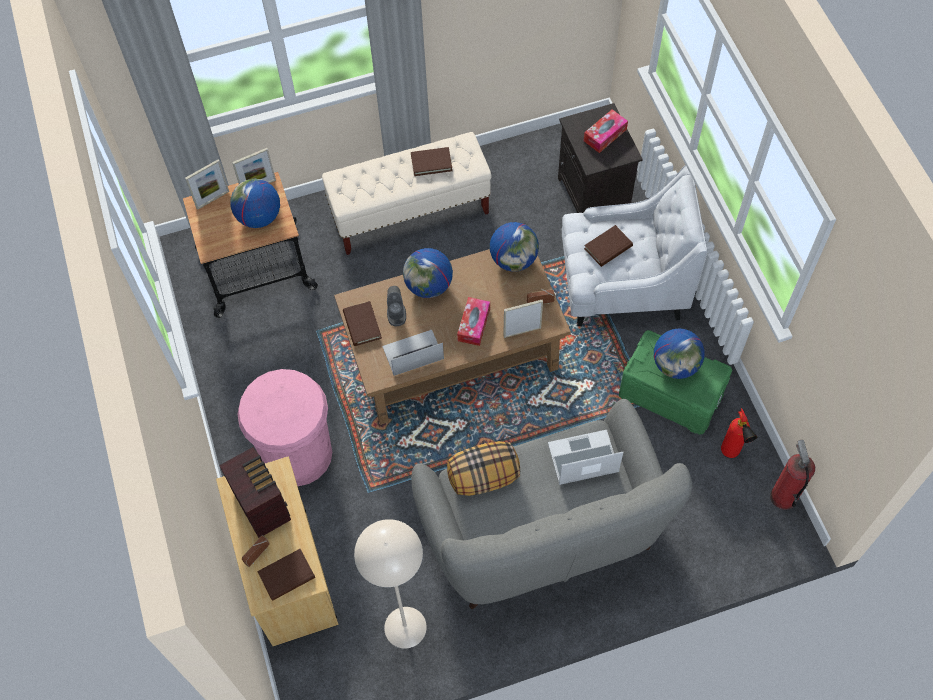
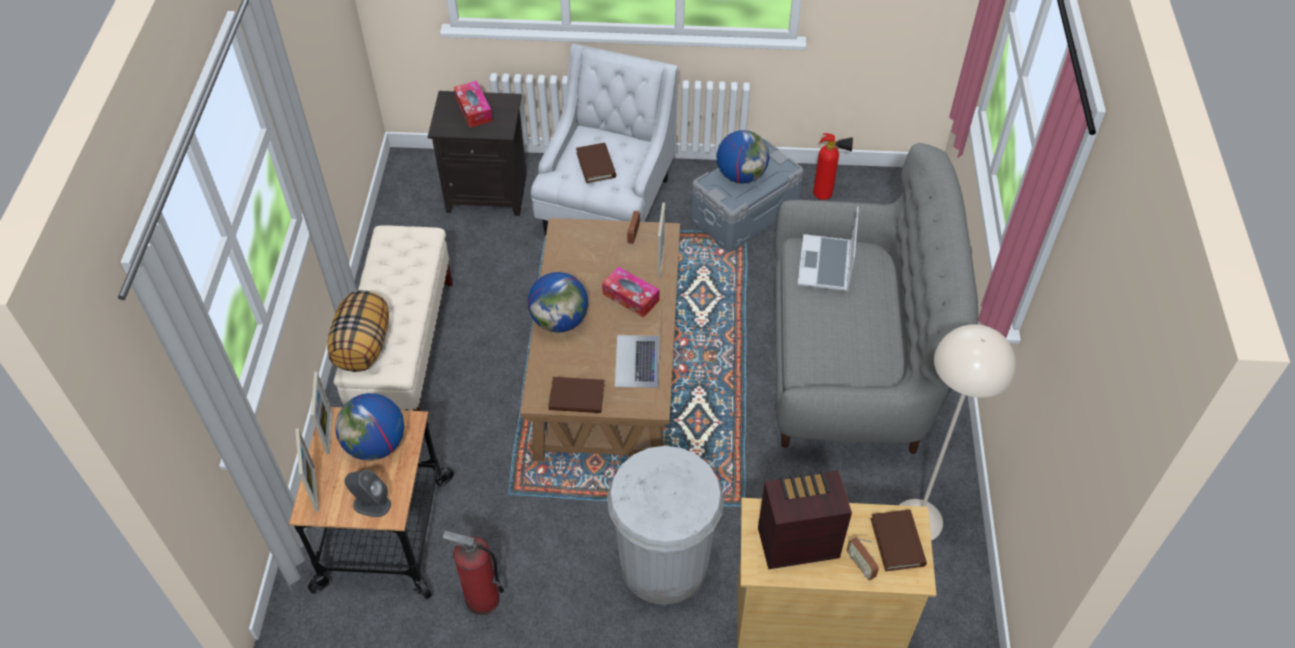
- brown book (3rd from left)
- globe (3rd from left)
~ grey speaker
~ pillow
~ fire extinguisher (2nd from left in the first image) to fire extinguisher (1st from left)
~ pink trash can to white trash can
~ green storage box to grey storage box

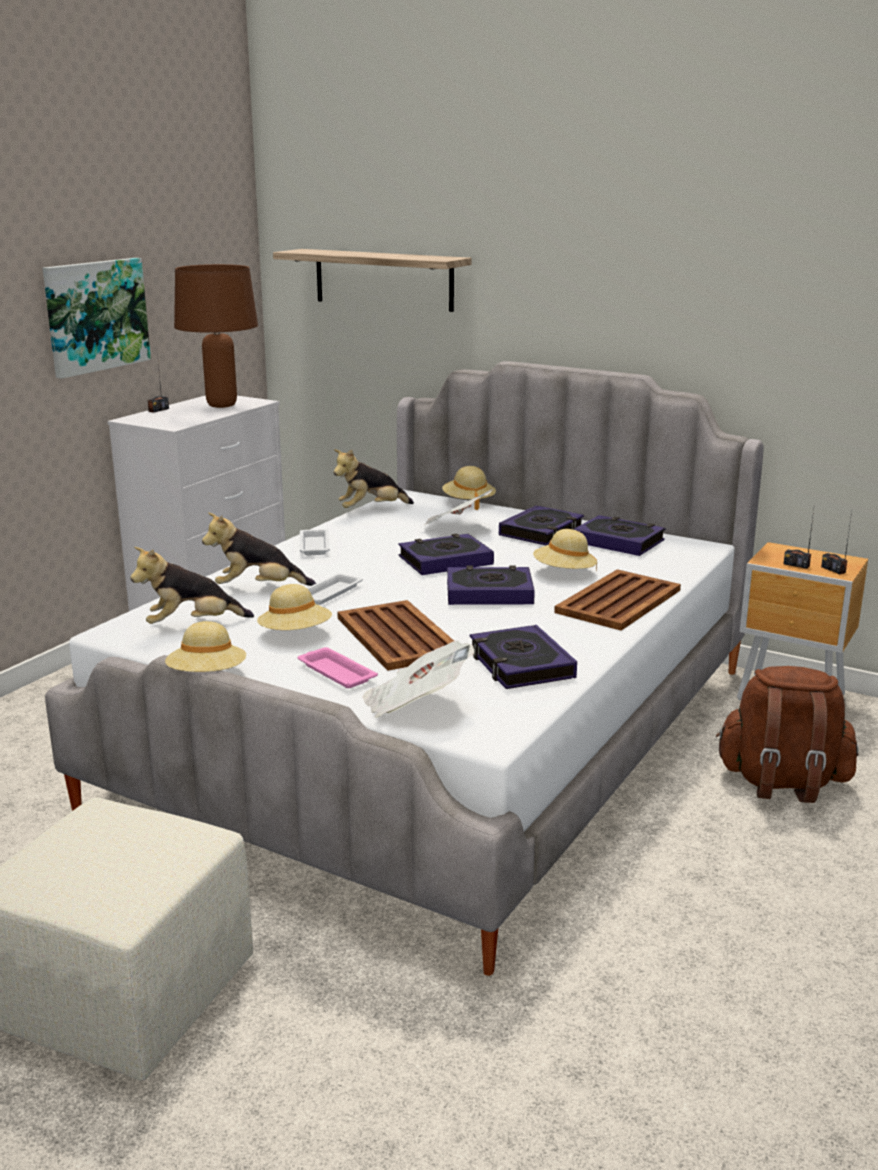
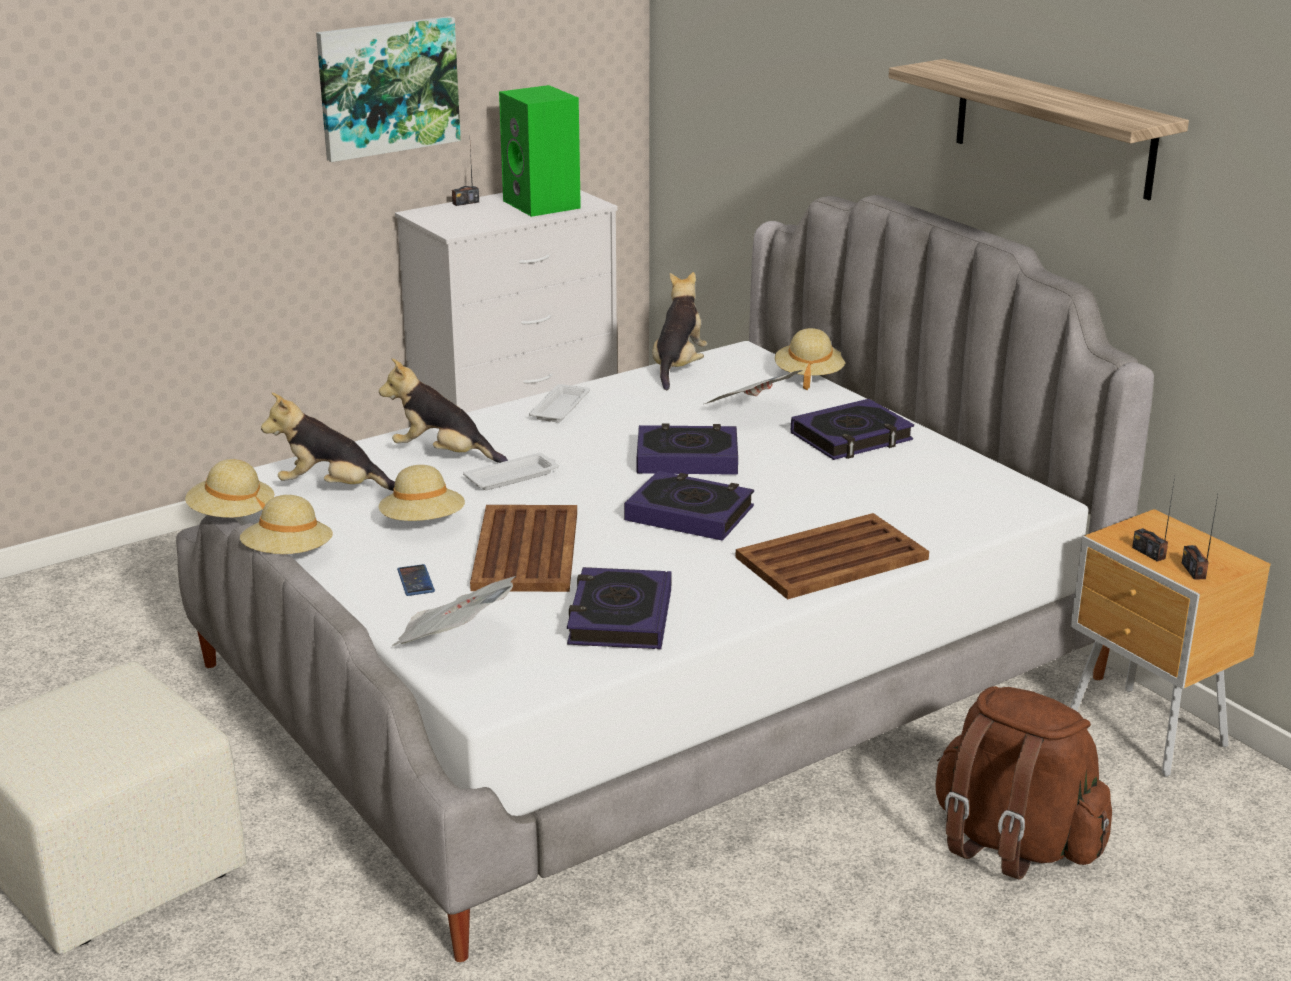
- book (5th from left)
~ shelf
~ beige hat (4th from left in the first image) to beige hat (1st from left)
~ brown table lamp to green speaker
~ pink tray to phone
~ plush toy (3rd from left) 105 degrees clockwise

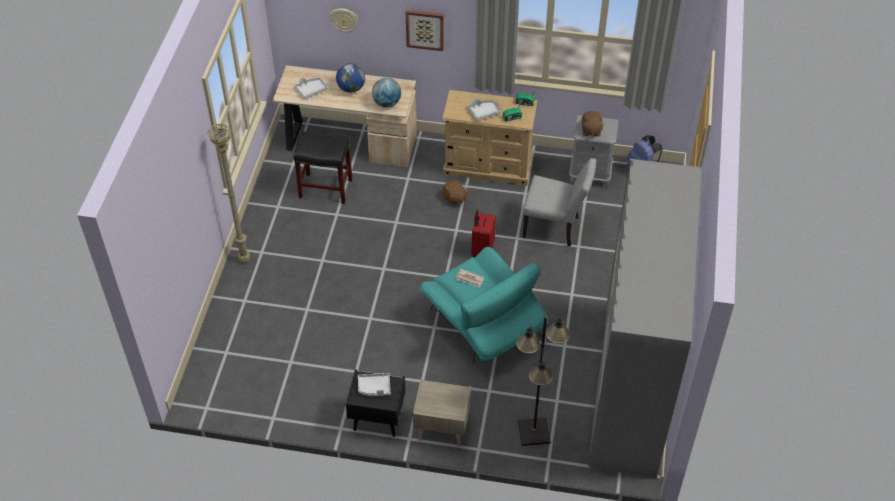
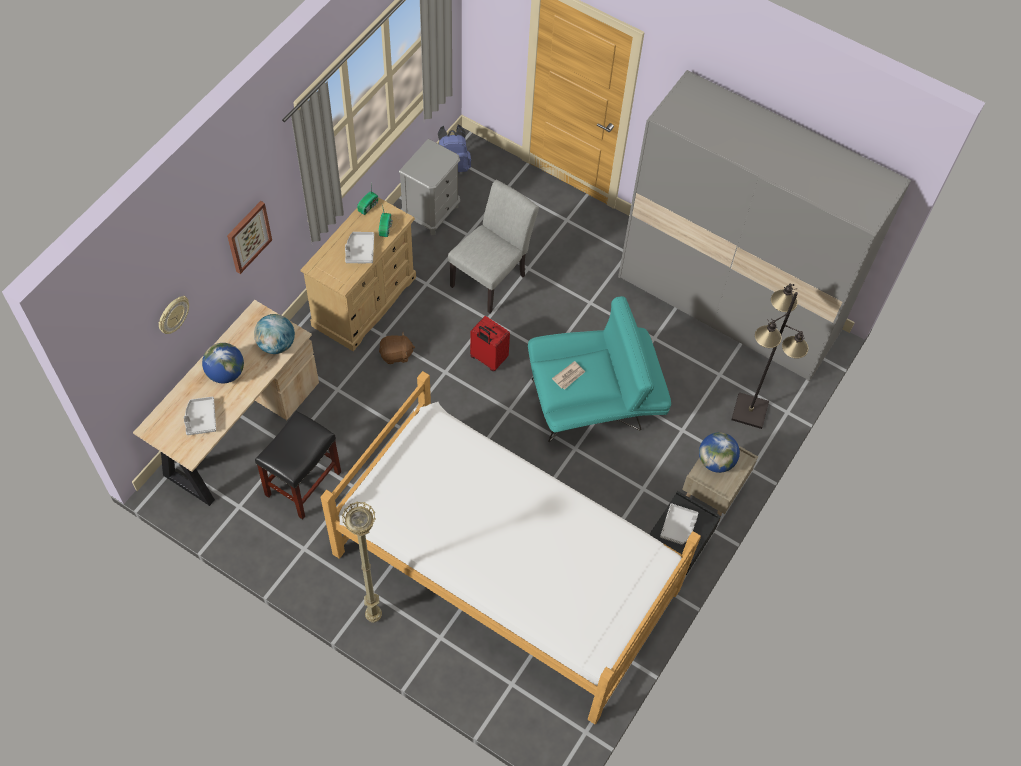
- brown plush toy (2nd from left)
+ bed
+ globe (3rd from left)

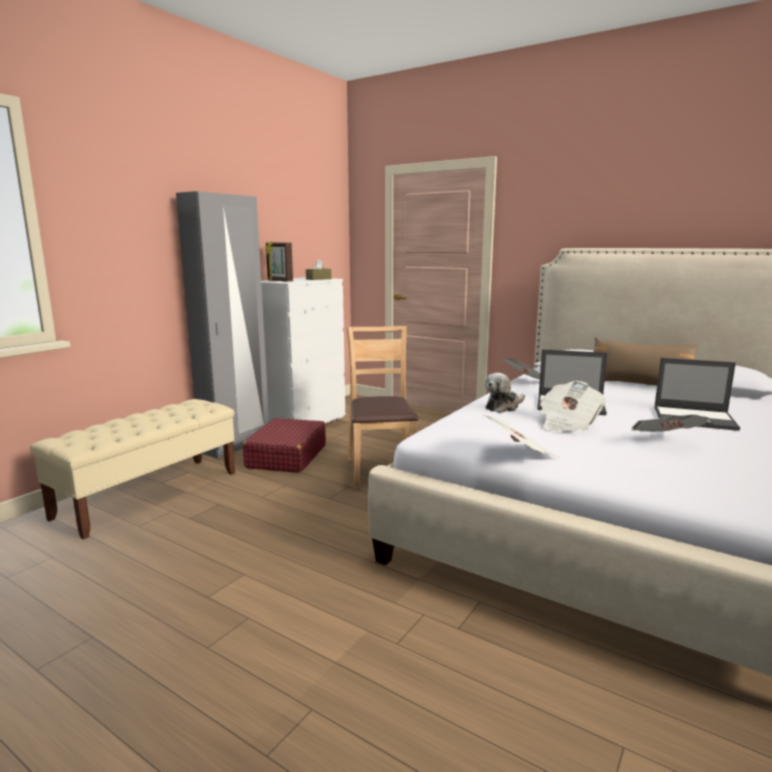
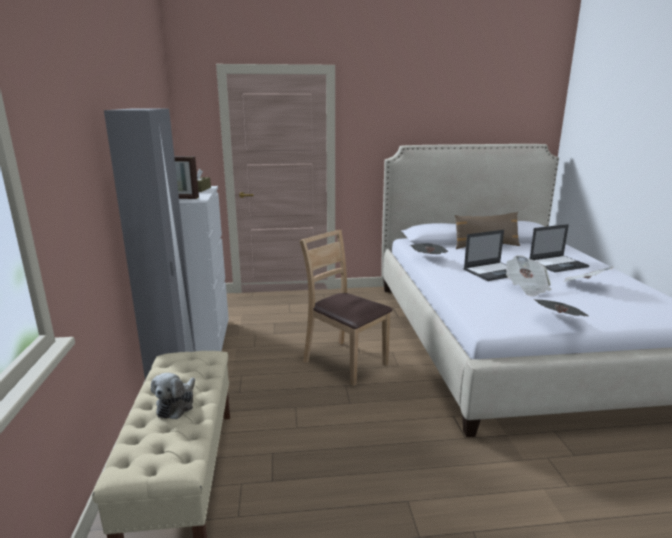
- red suitcase
~ plush toy

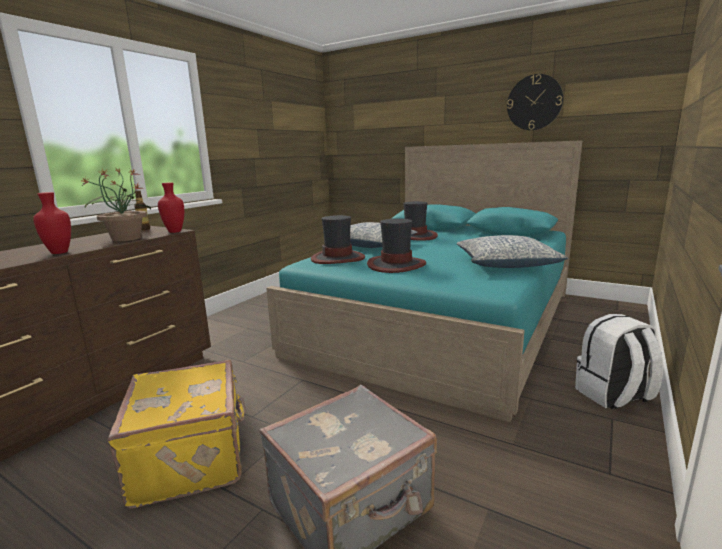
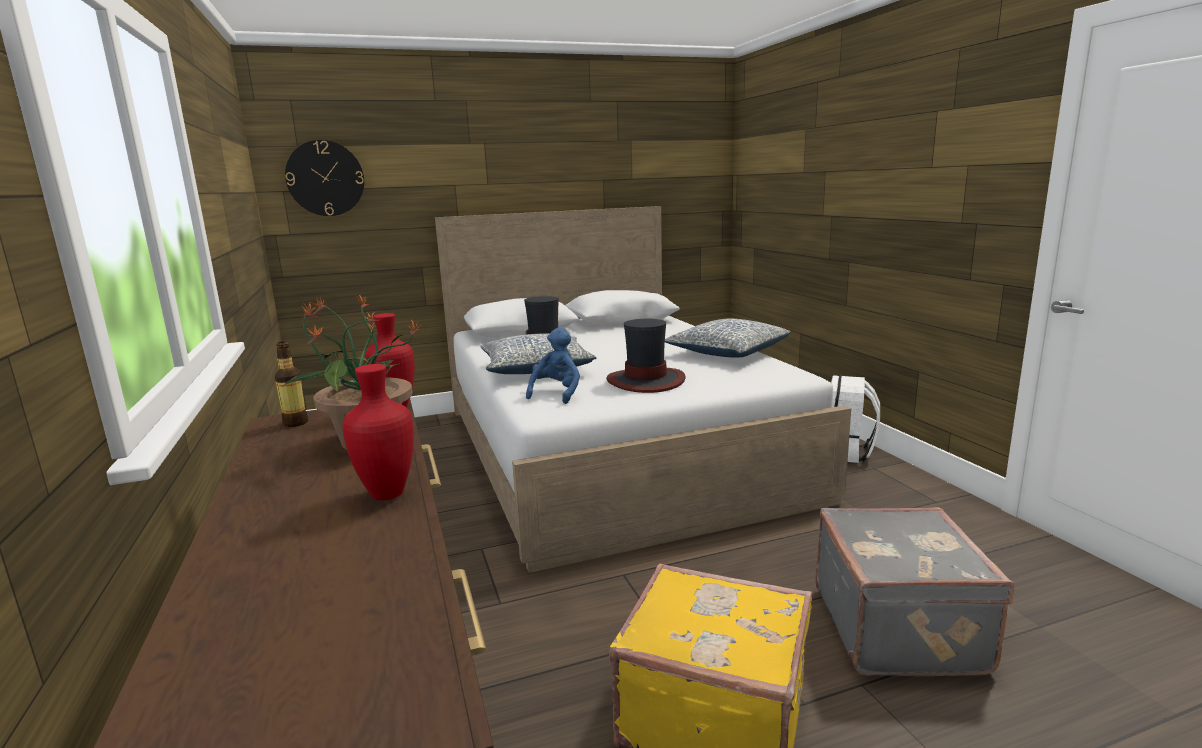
~ wall clock
~ hat (1st from left) to blue plush toy
~ turquoise bed to white bed

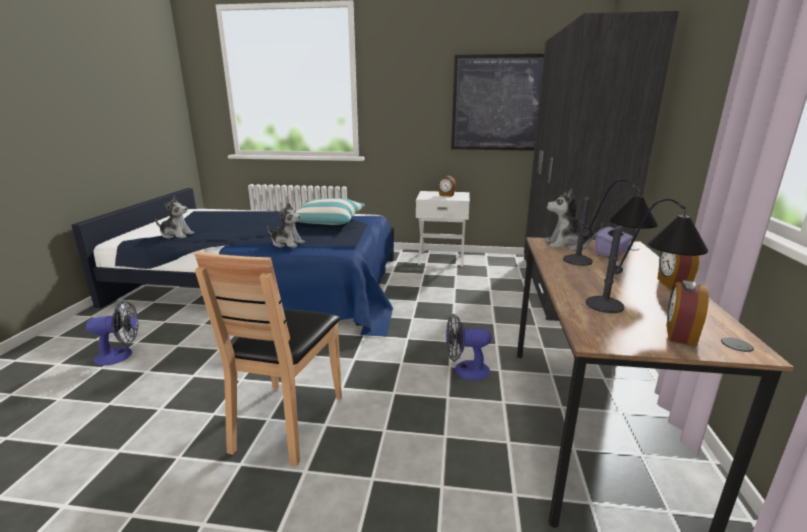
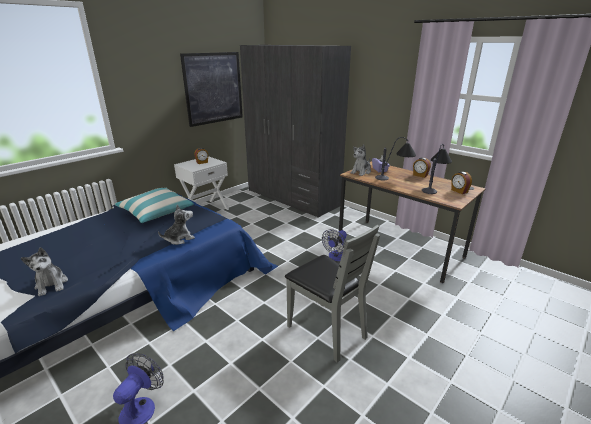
~ brown chair to grey chair
~ plush toy (1st from left) 105 degrees clockwise

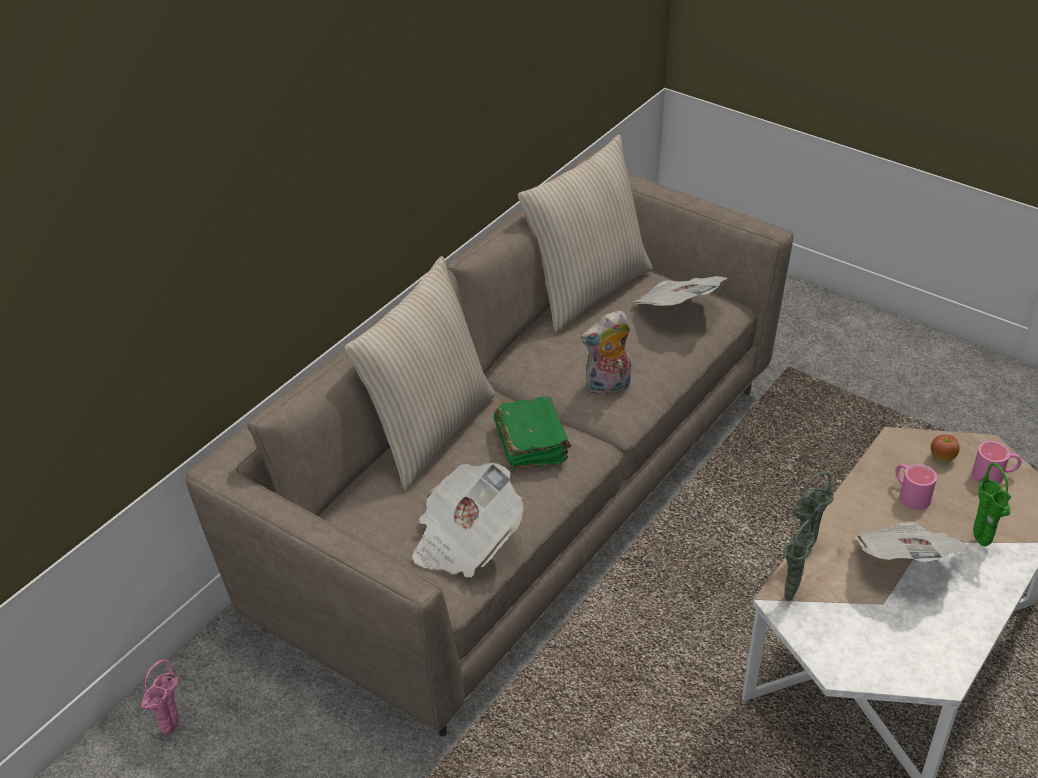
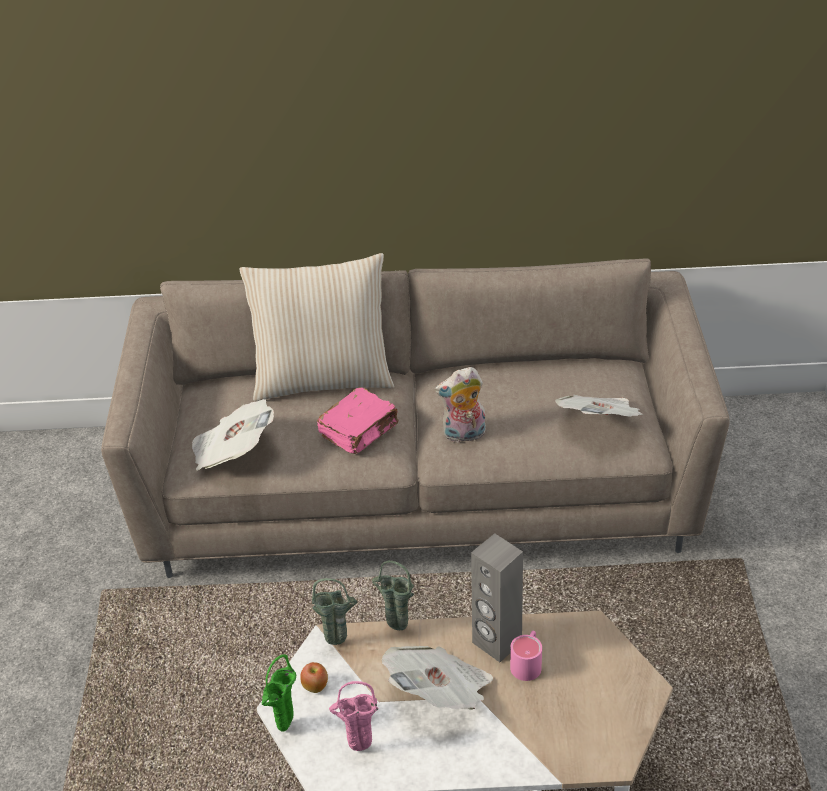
- beige pillow (2nd from left)
- pink mug (2nd from left)
+ grey speaker
~ pink vase
~ apple
~ green vase (3rd from left in the first image) to green vase (1st from left)
~ green book to pink book
~ plush toy 45 degrees counterclockwise

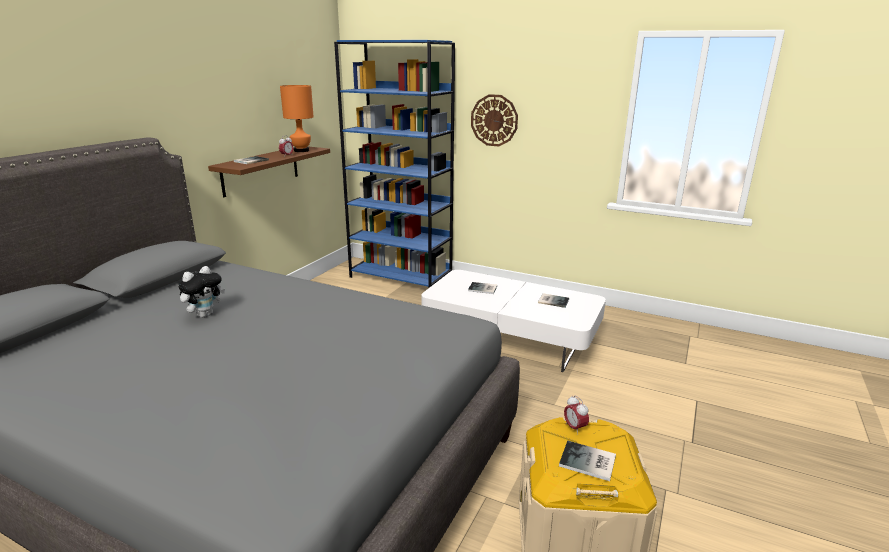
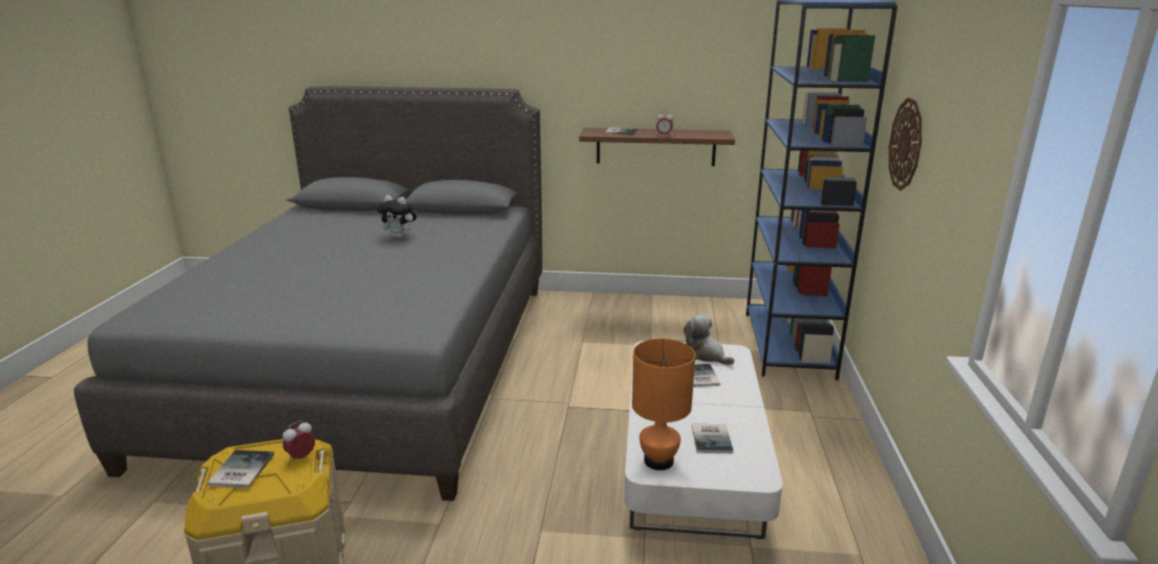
+ plush toy (2nd from left)
~ orange table lamp

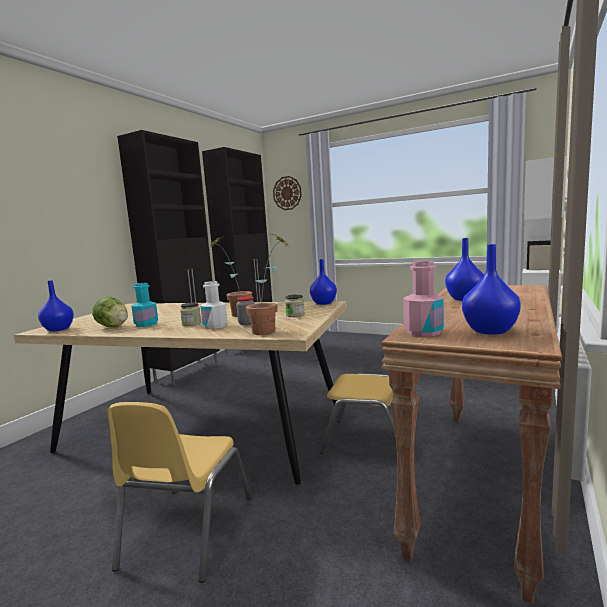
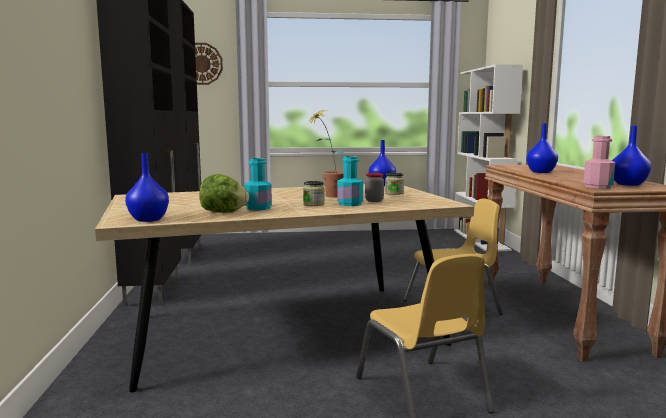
- potted plant (2nd from left)
~ white bottle to turquoise bottle (2nd from left)

